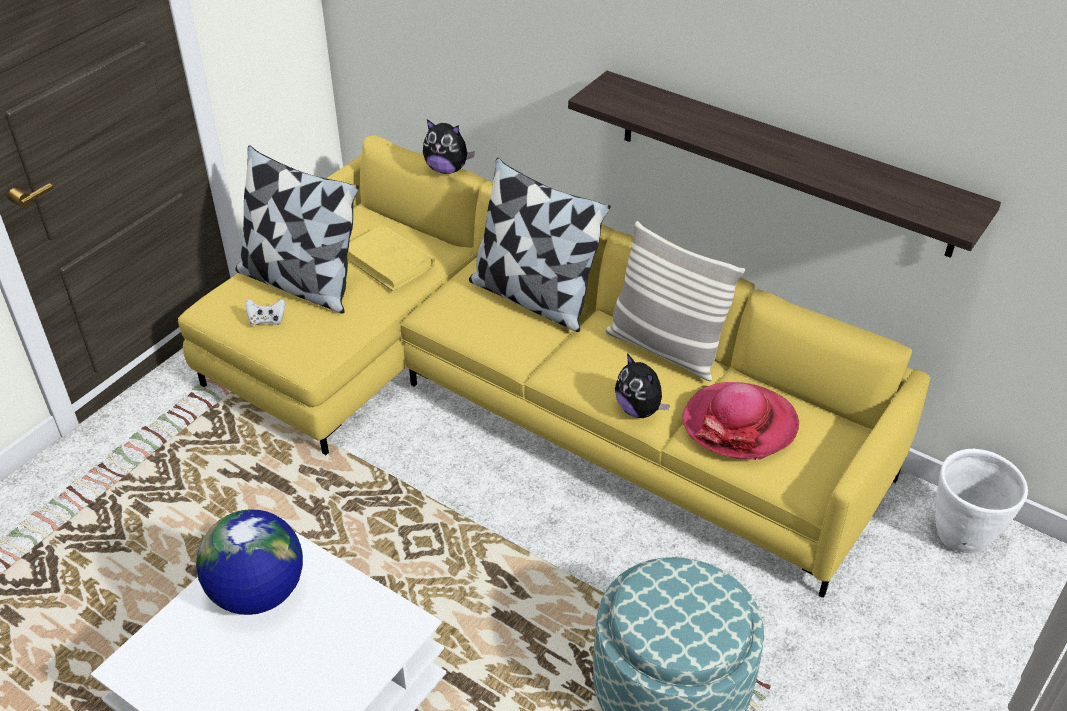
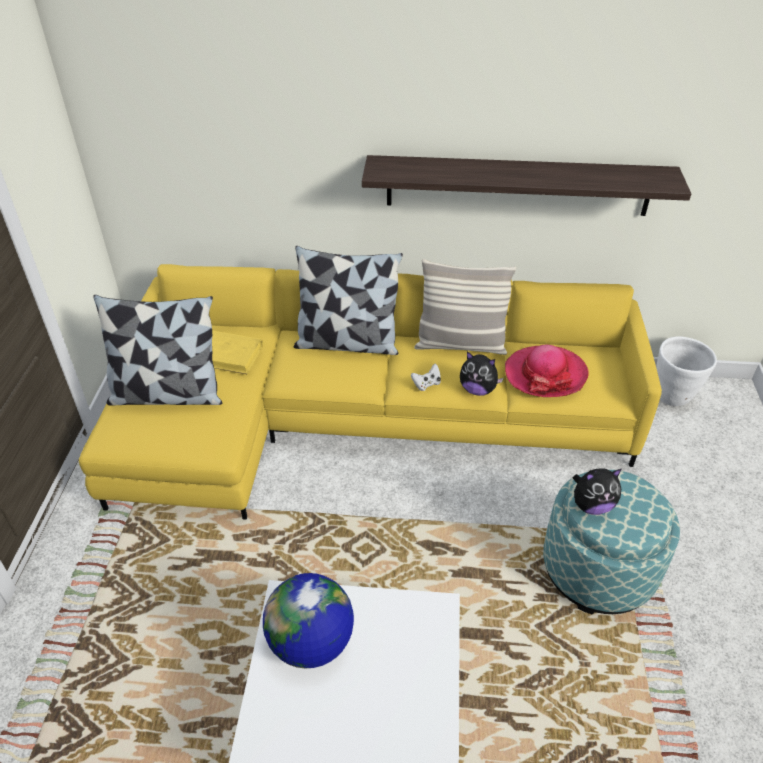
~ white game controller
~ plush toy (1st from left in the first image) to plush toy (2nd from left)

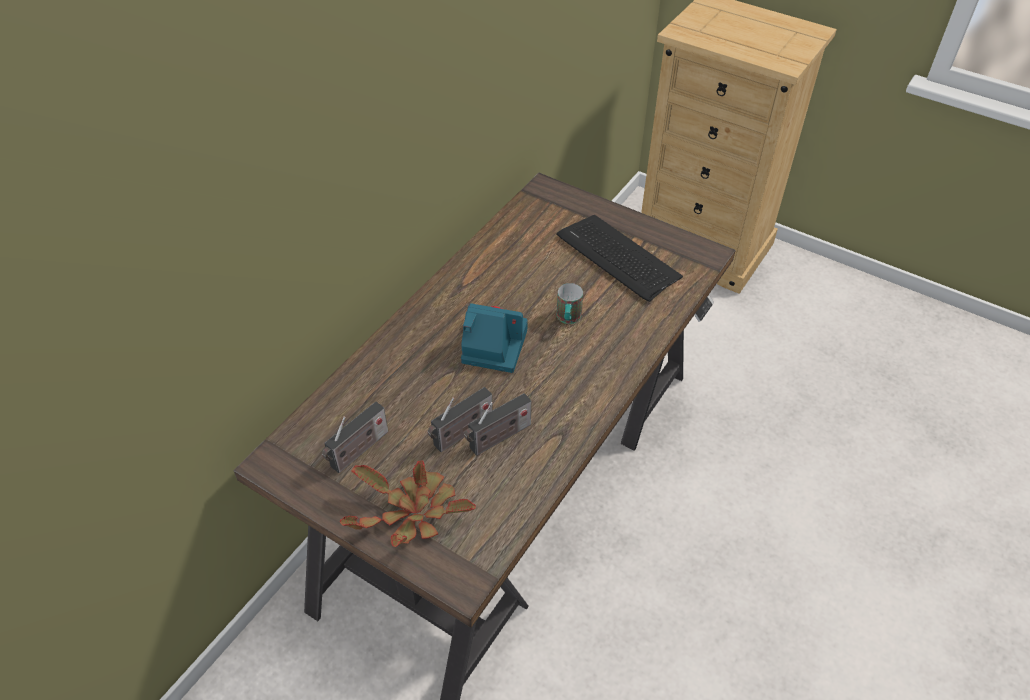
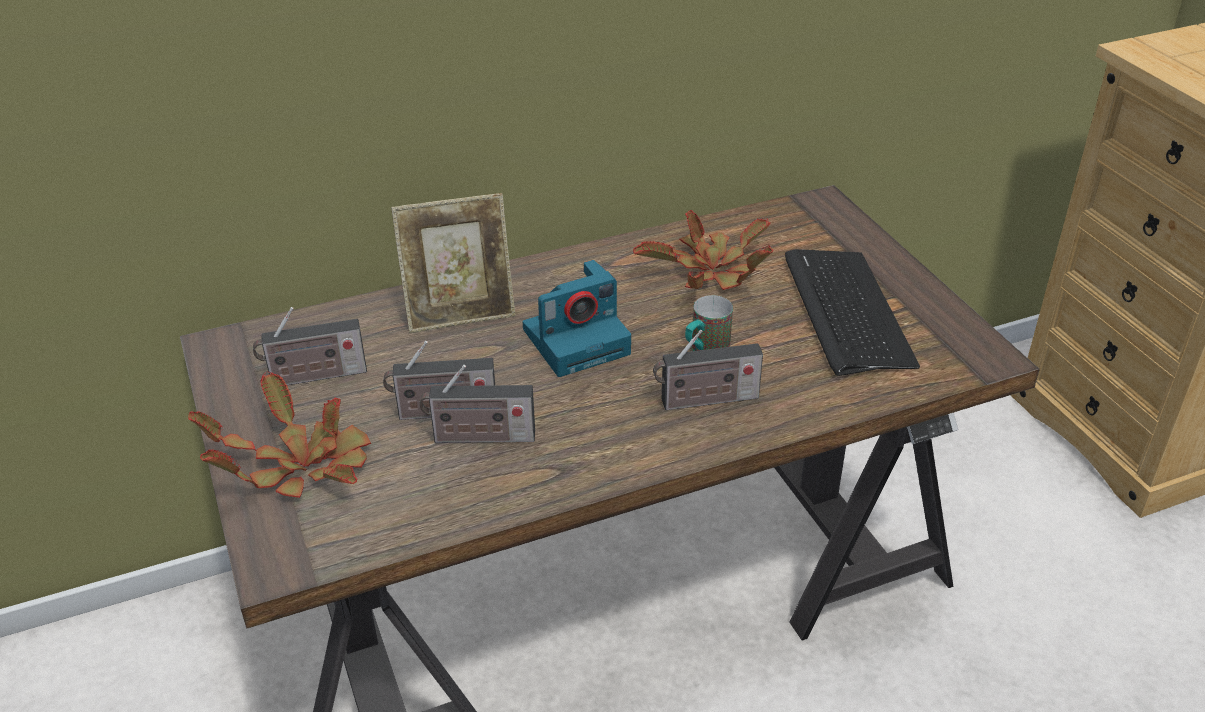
+ picture frame
+ potted plant (2nd from left)
+ radio (4th from left)
~ photo camera 105 degrees clockwise

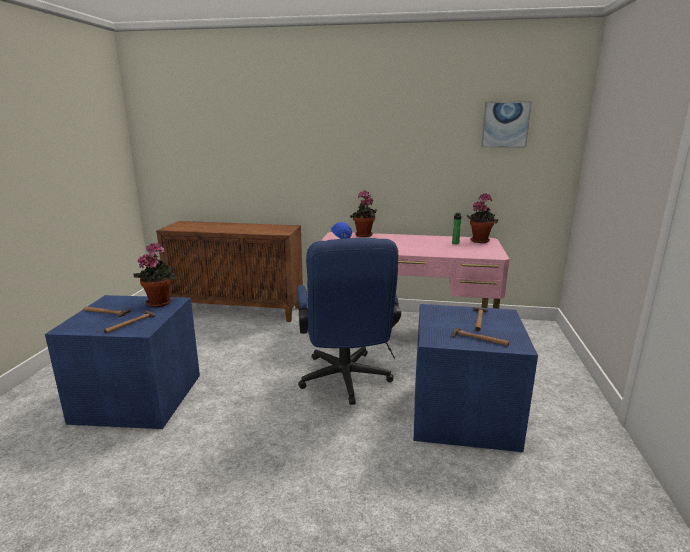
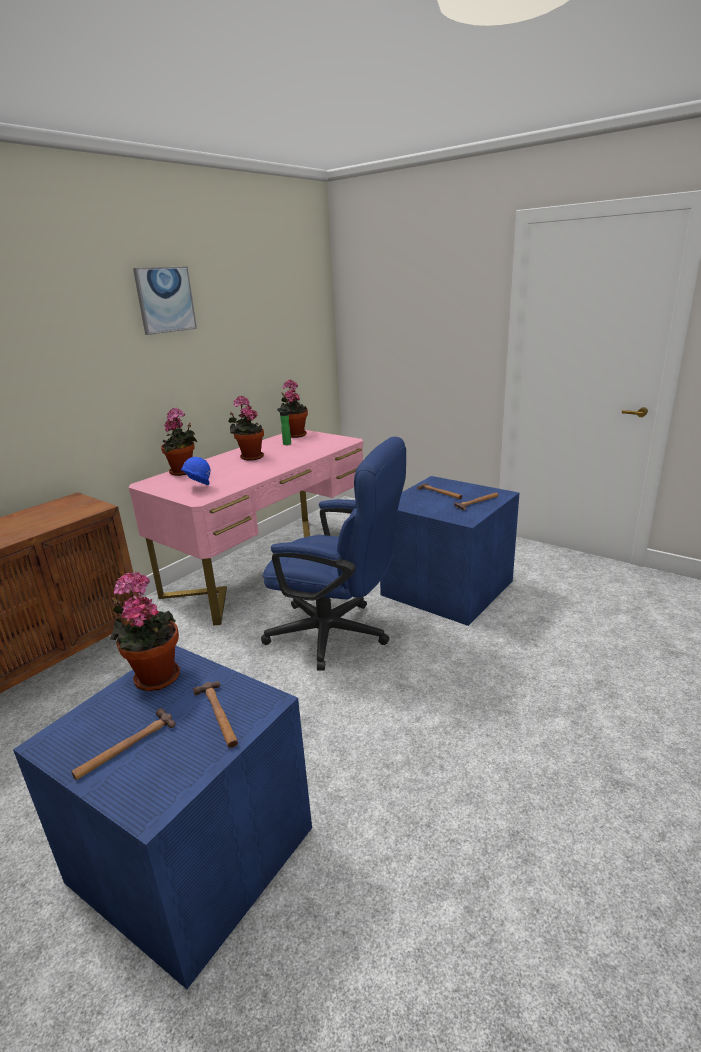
+ potted plant (3rd from left)
~ picture

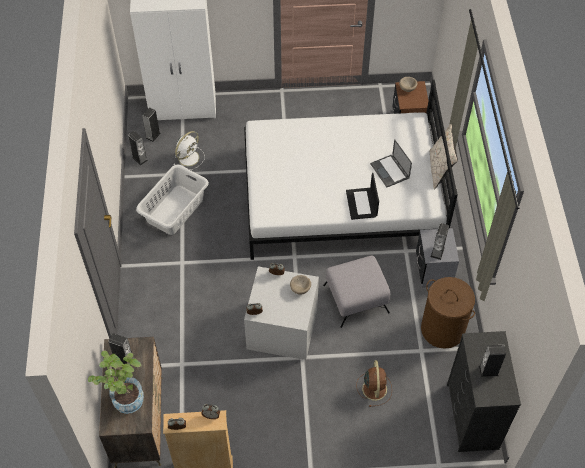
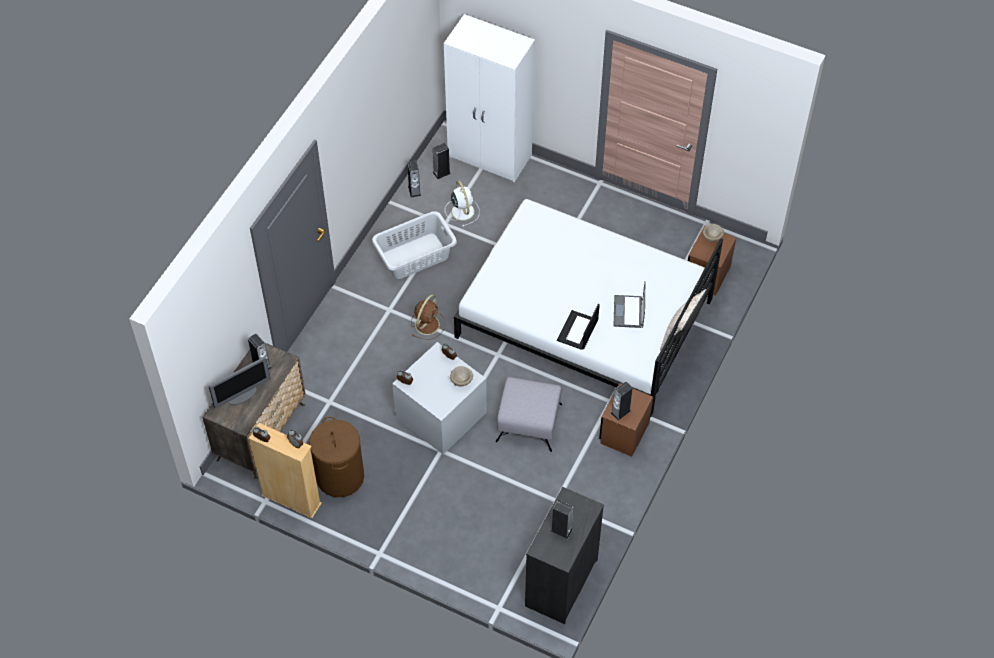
~ brown fan
~ brown laundry basket
~ potted plant to monitor
~ grey nightstand to brown nightstand (1st from left)
~ white fan 90 degrees counterclockwise

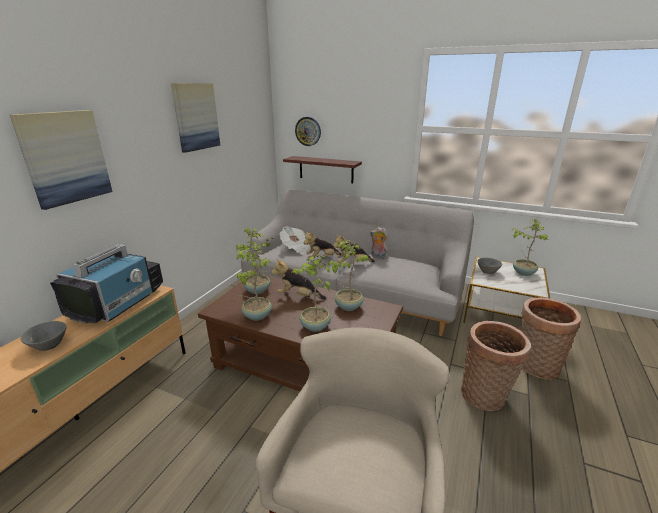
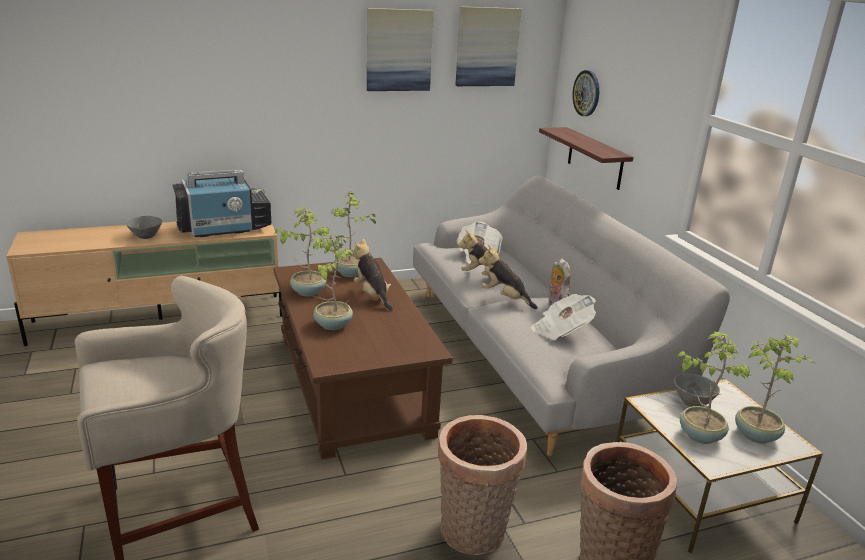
+ newspaper (2nd from left)
~ picture (1st from left in the first image) to picture (2nd from left)
~ potted plant (4th from left)

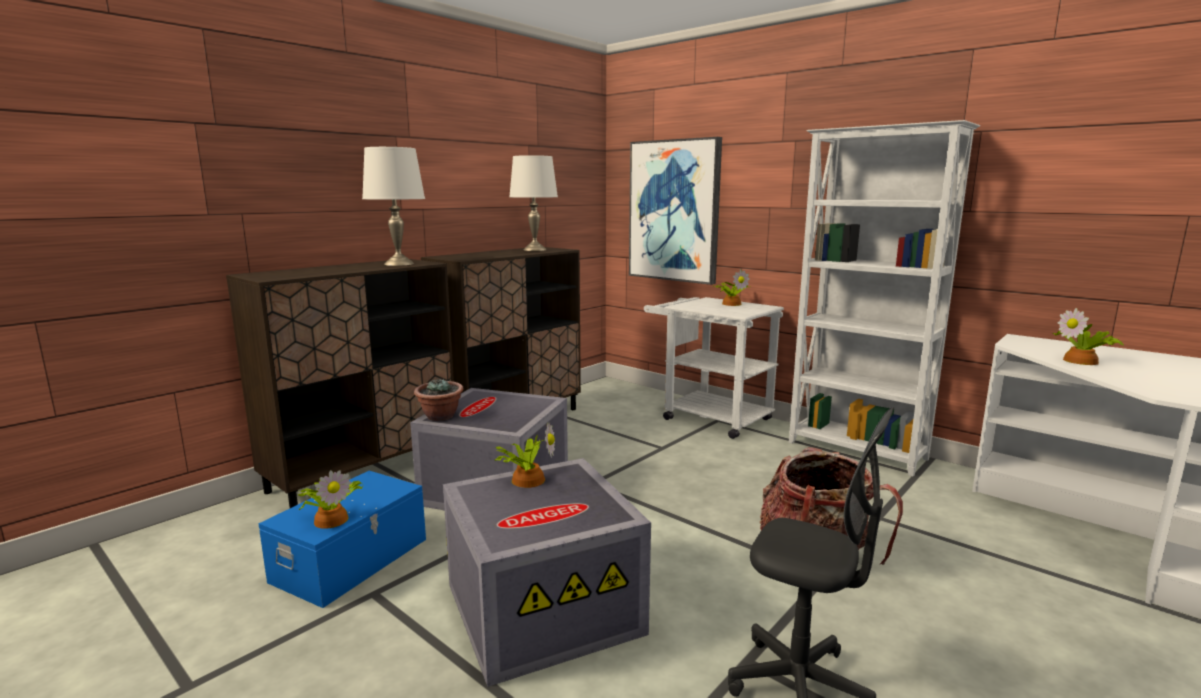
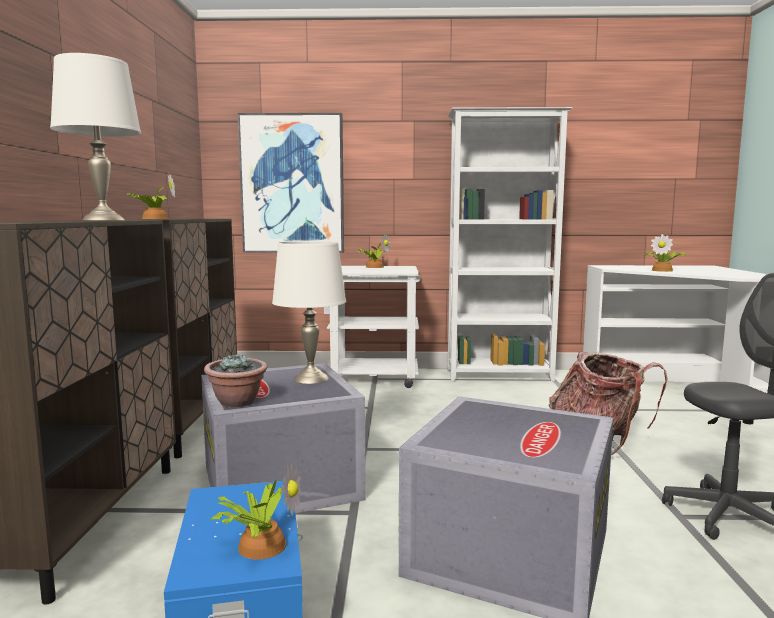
~ potted plant (3rd from left in the first image) to potted plant (1st from left)
~ white table lamp (2nd from left)

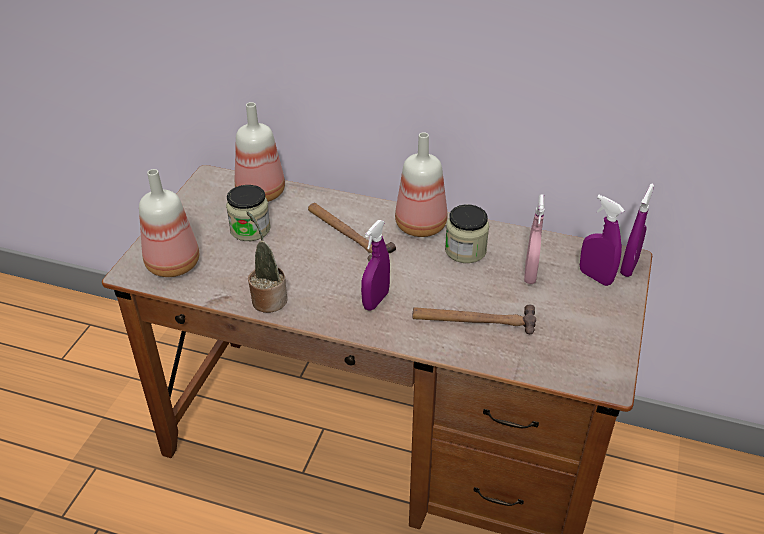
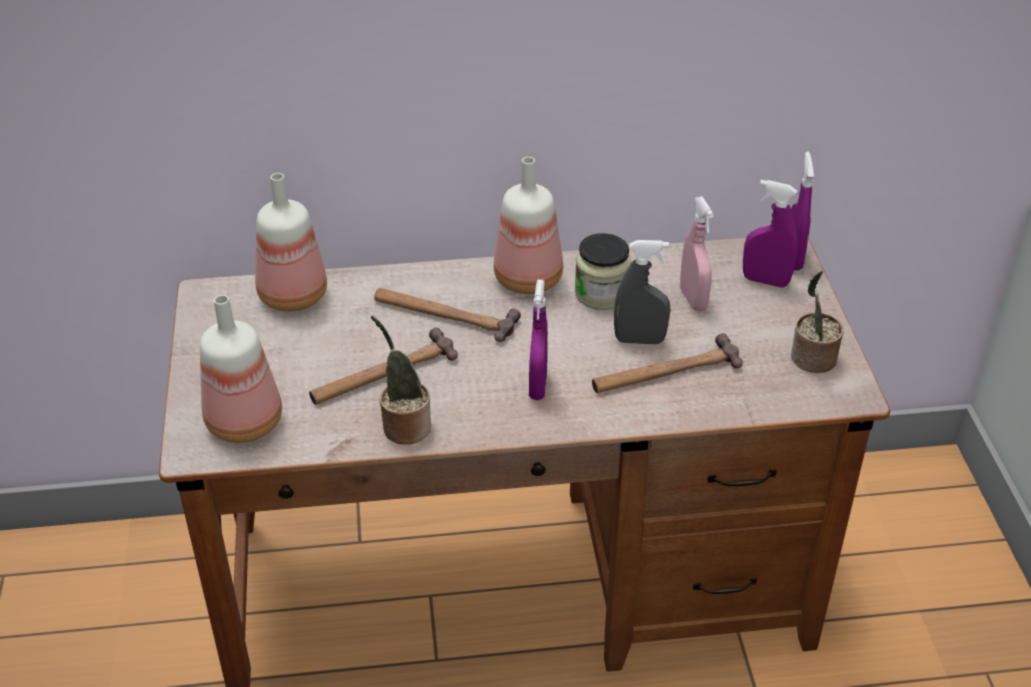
- jar (1st from left)
+ hammer (1st from left)
+ grey spray bottle
+ potted plant (2nd from left)

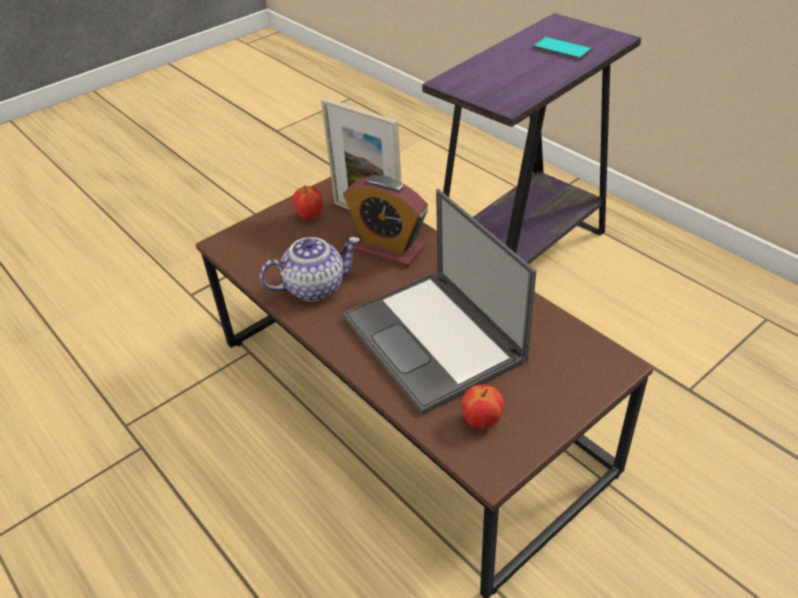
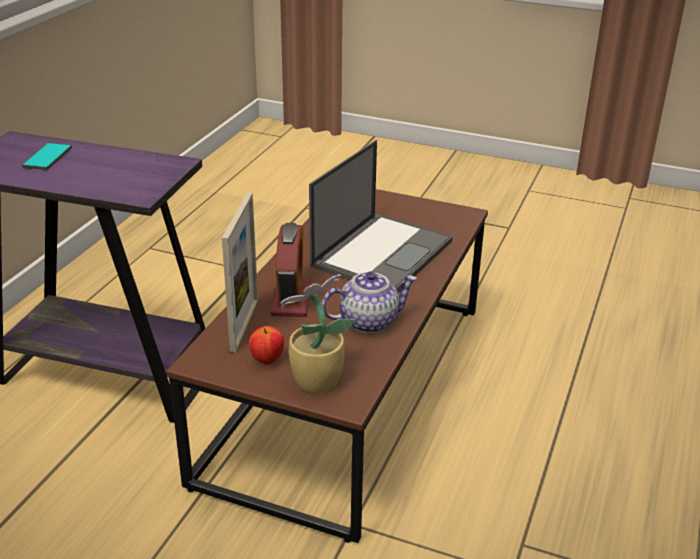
- apple (2nd from left)
+ potted plant
~ teapot 120 degrees clockwise

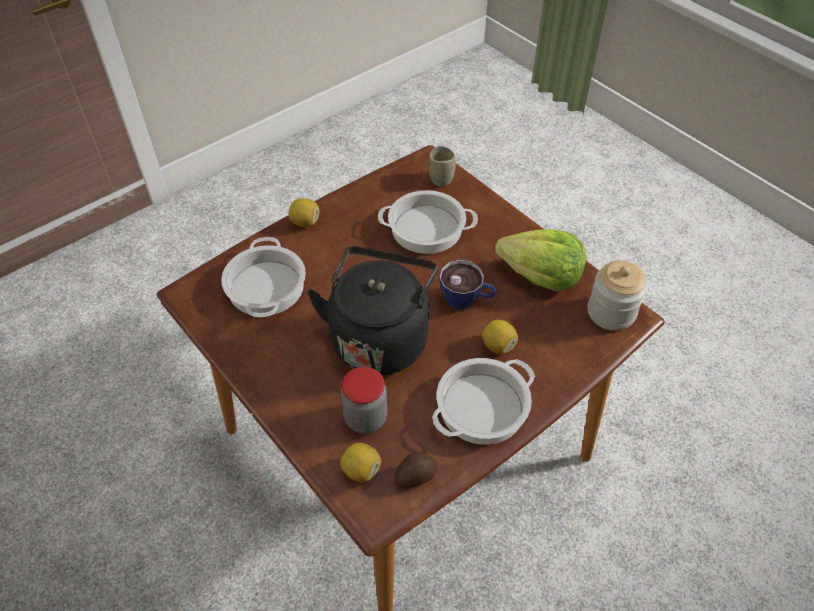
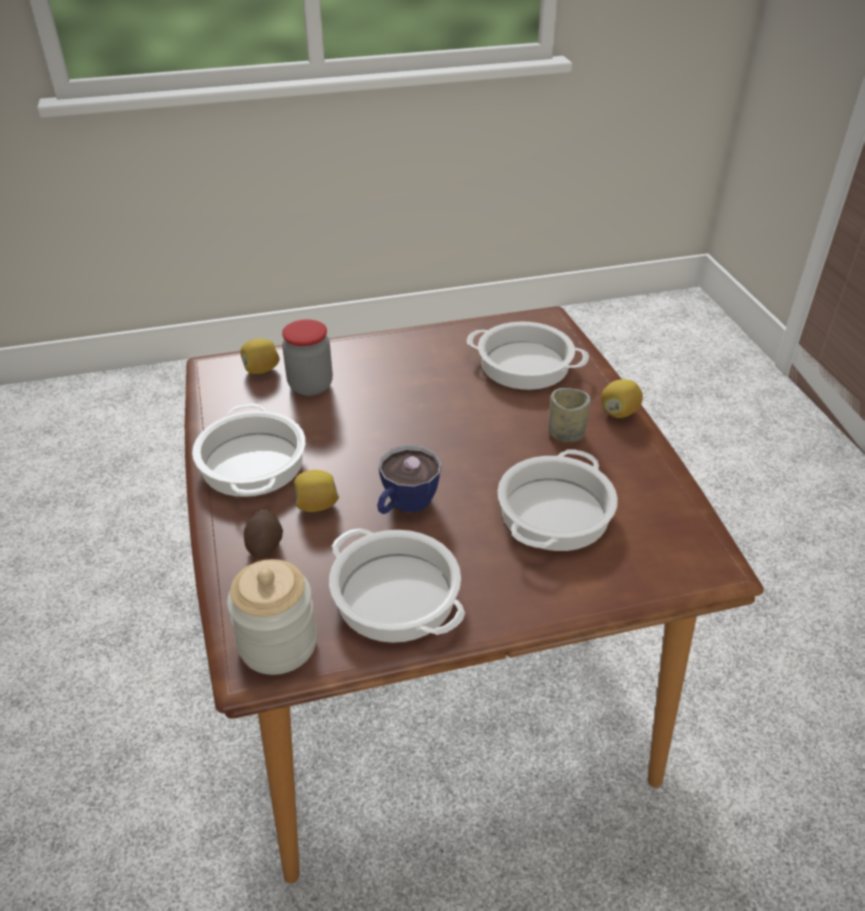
- black kettle
~ potato
~ cup (1st from left in the first image) to cup (2nd from left)
~ lettuce to cooking pot (2nd from left)

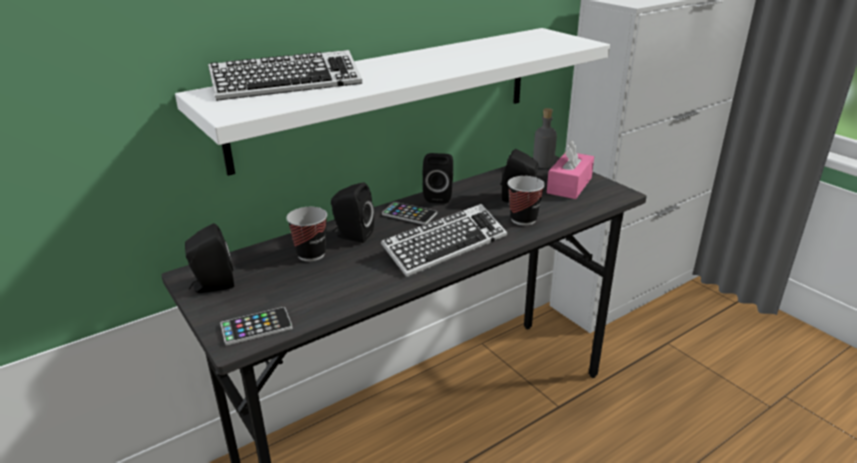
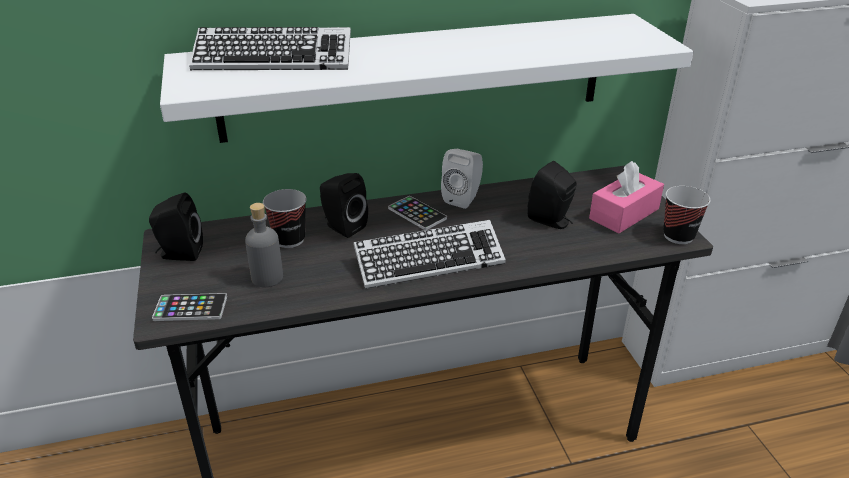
~ cup (2nd from left)
~ grey bottle
~ black speaker (3rd from left) to white speaker

